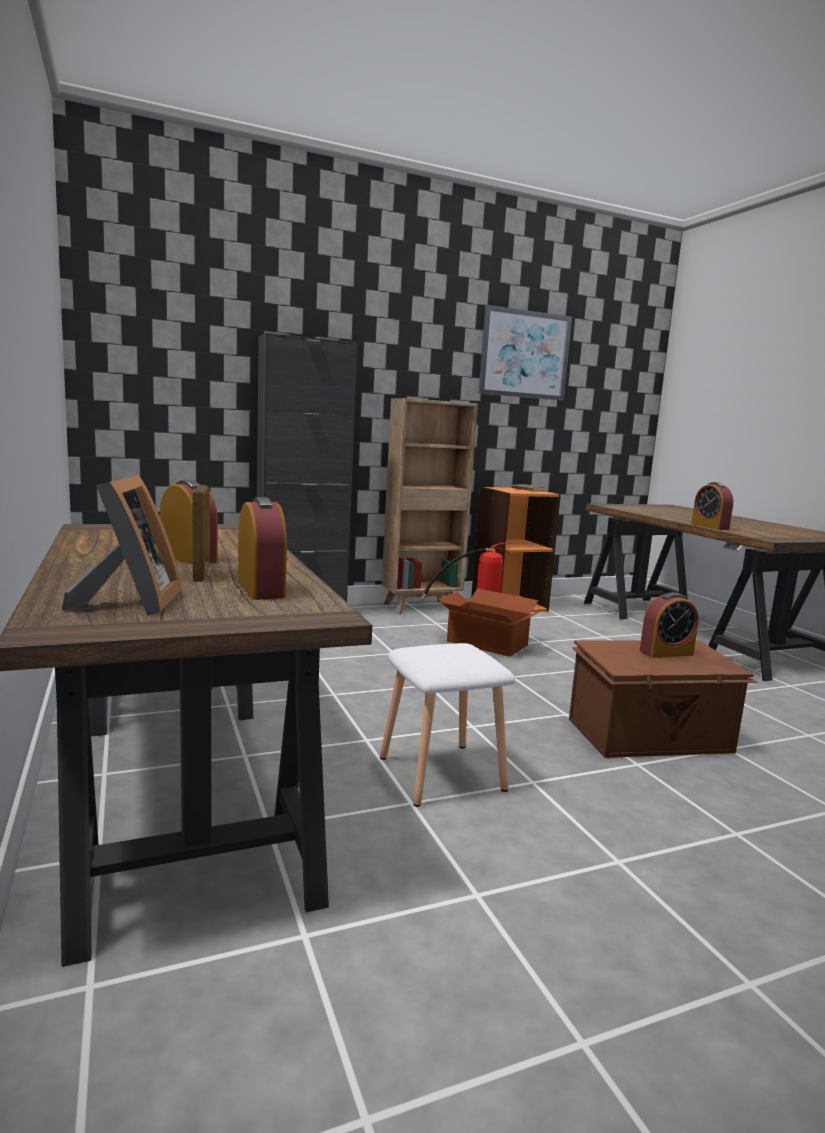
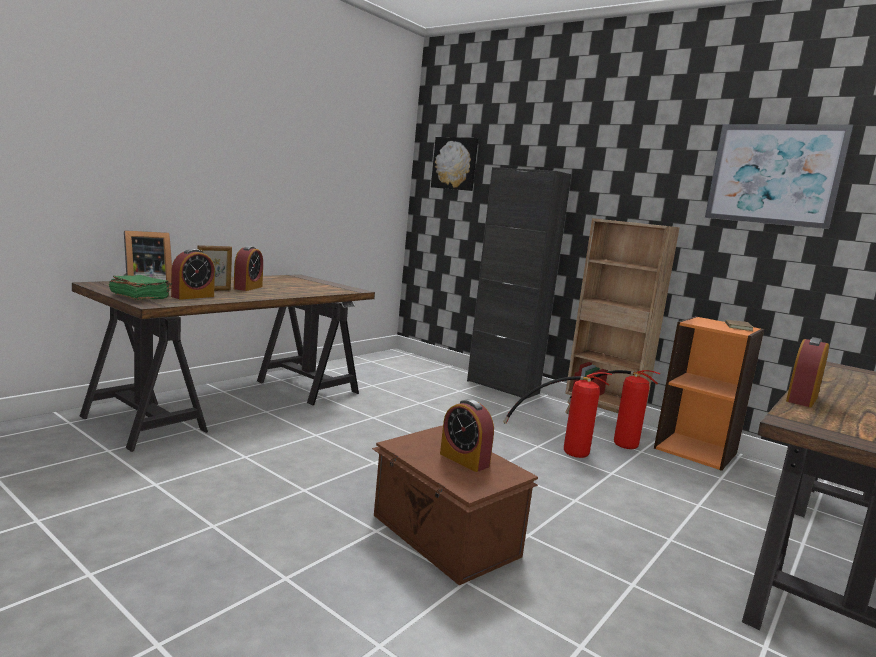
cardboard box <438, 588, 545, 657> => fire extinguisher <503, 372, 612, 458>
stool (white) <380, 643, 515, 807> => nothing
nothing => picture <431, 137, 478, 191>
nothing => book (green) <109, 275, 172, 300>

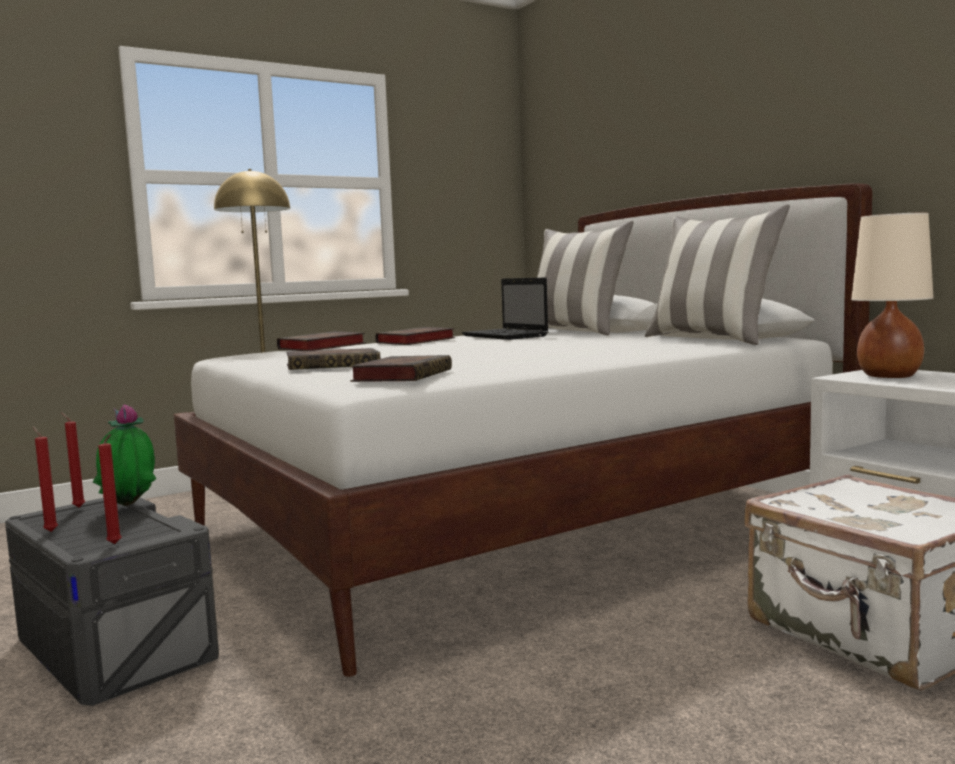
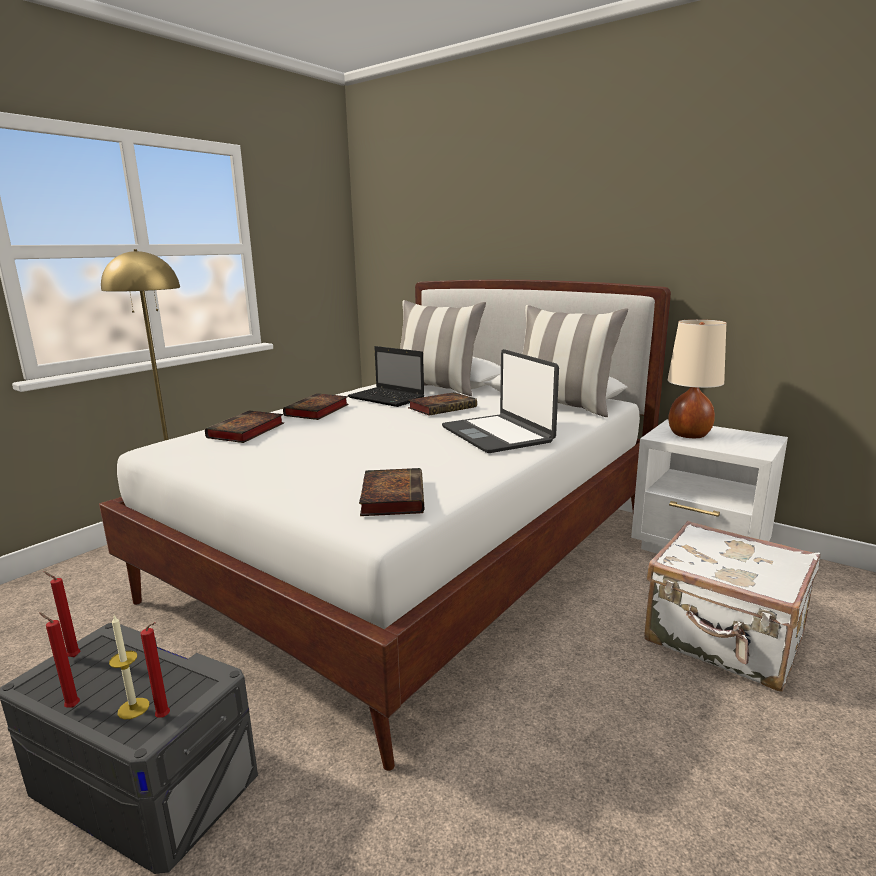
book <286, 348, 380, 370> => book <408, 392, 477, 416>, relocated
potted plant <93, 404, 156, 506> => nothing
nothing => laptop <442, 349, 559, 453>
nothing => candle <109, 616, 149, 719>

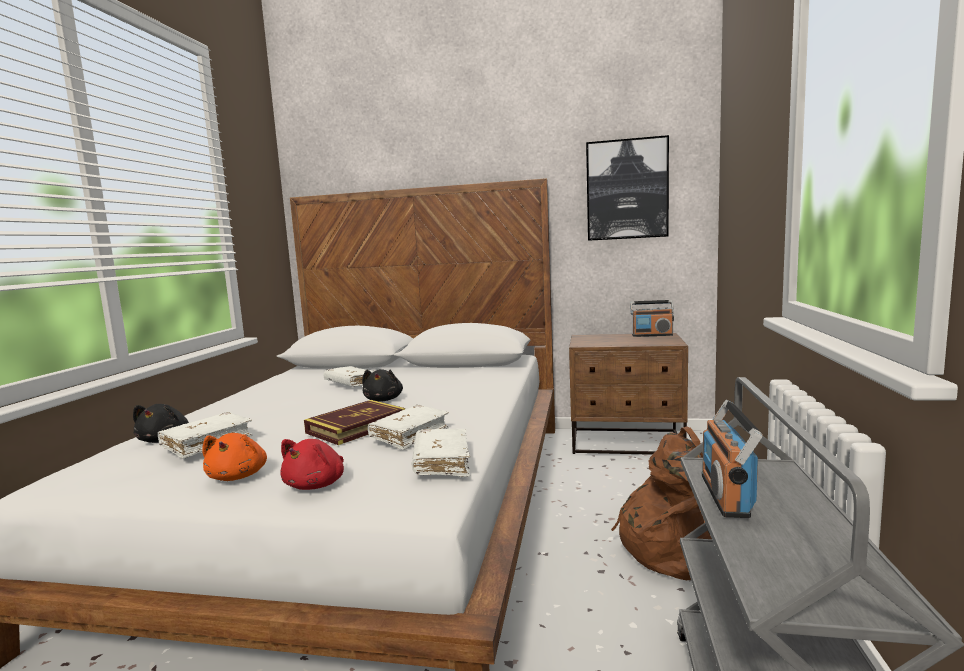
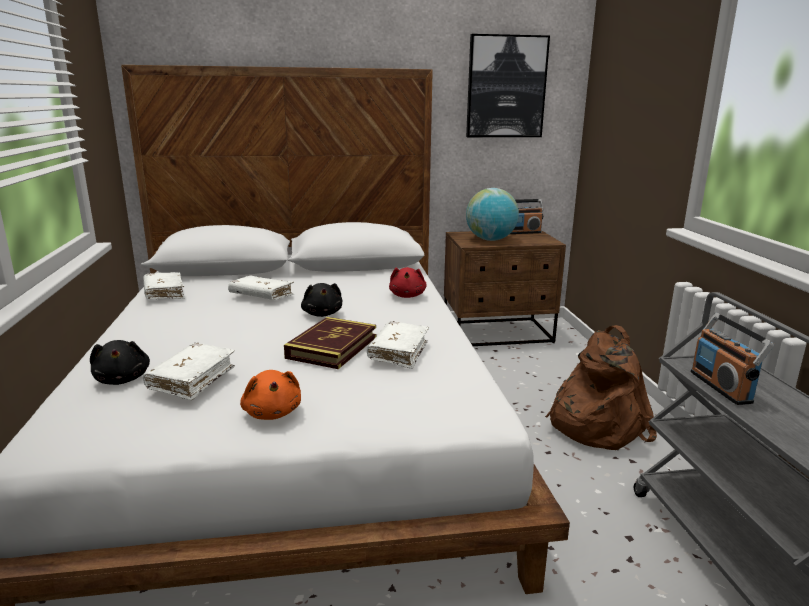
book (white) <412, 428, 470, 477> => book (white) <143, 272, 185, 299>, relocated
plush toy (red) <280, 439, 344, 490> => plush toy (red) <389, 267, 427, 298>, relocated
nothing => globe <466, 188, 519, 241>

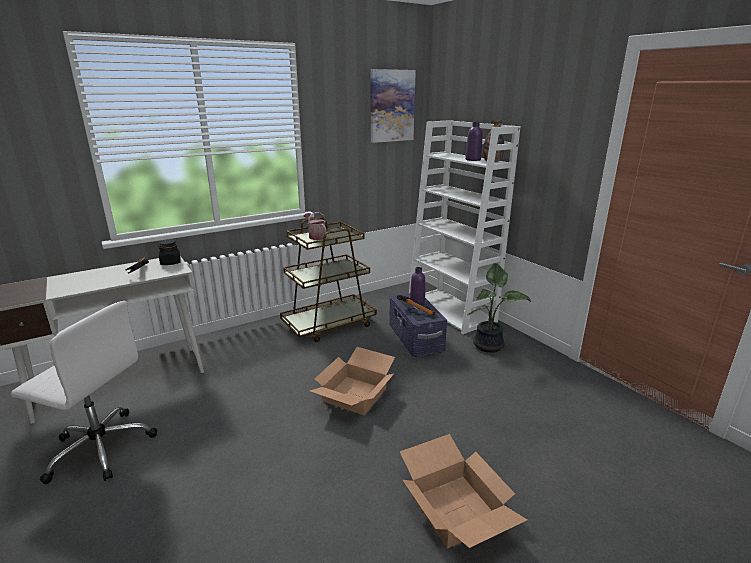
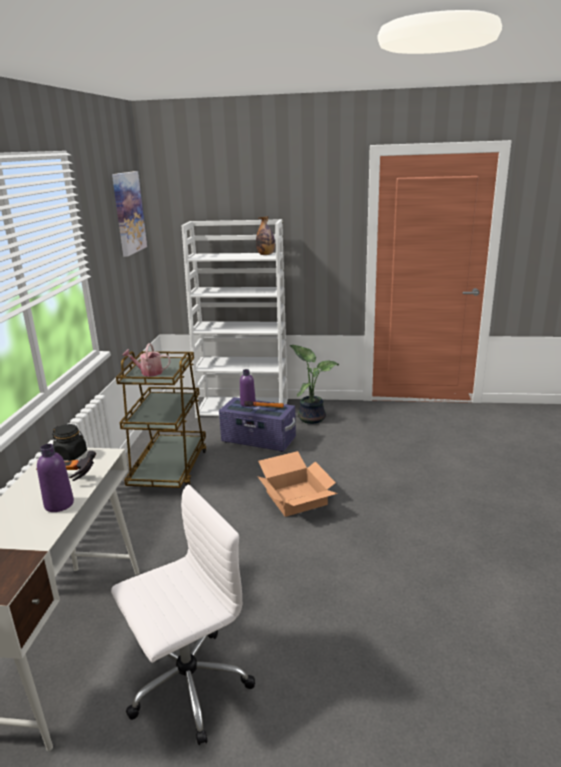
bottle (purple) <465, 121, 483, 161> => bottle (purple) <37, 444, 74, 512>, relocated
cardboard box <400, 434, 527, 548> => nothing

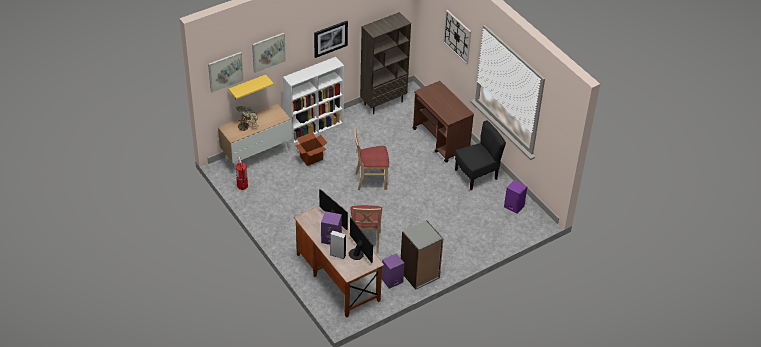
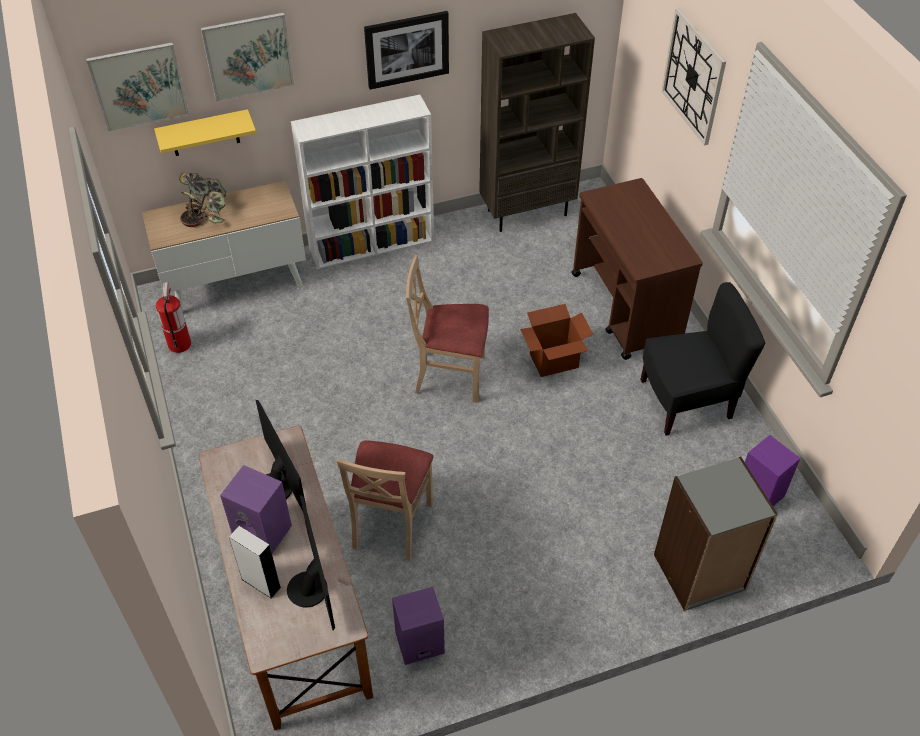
cardboard box <295, 132, 327, 166> => cardboard box <520, 304, 593, 377>, relocated
bookcase (grey) <401, 220, 444, 290> => bookcase (grey) <654, 457, 778, 611>, relocated

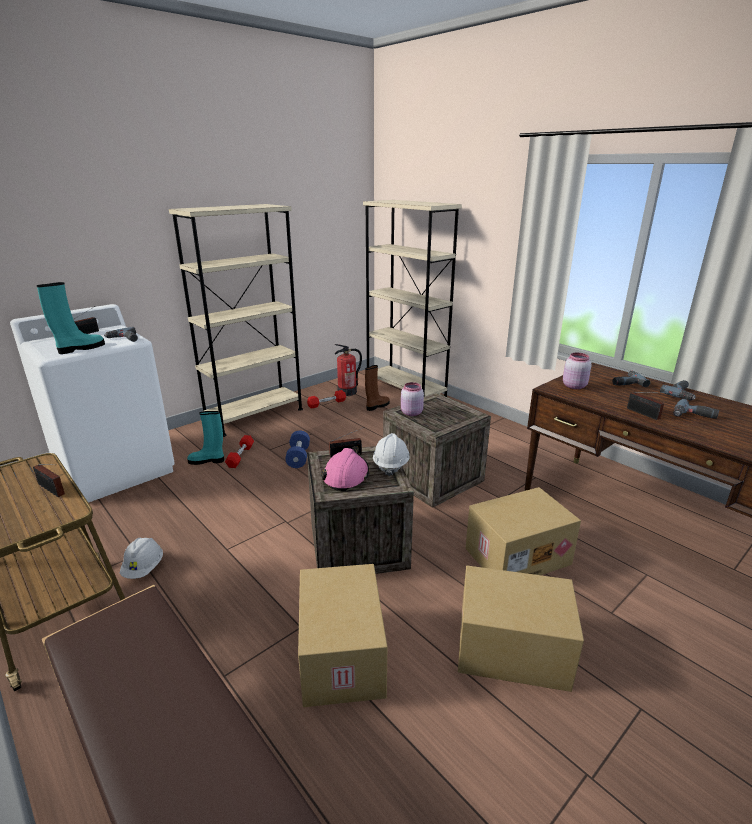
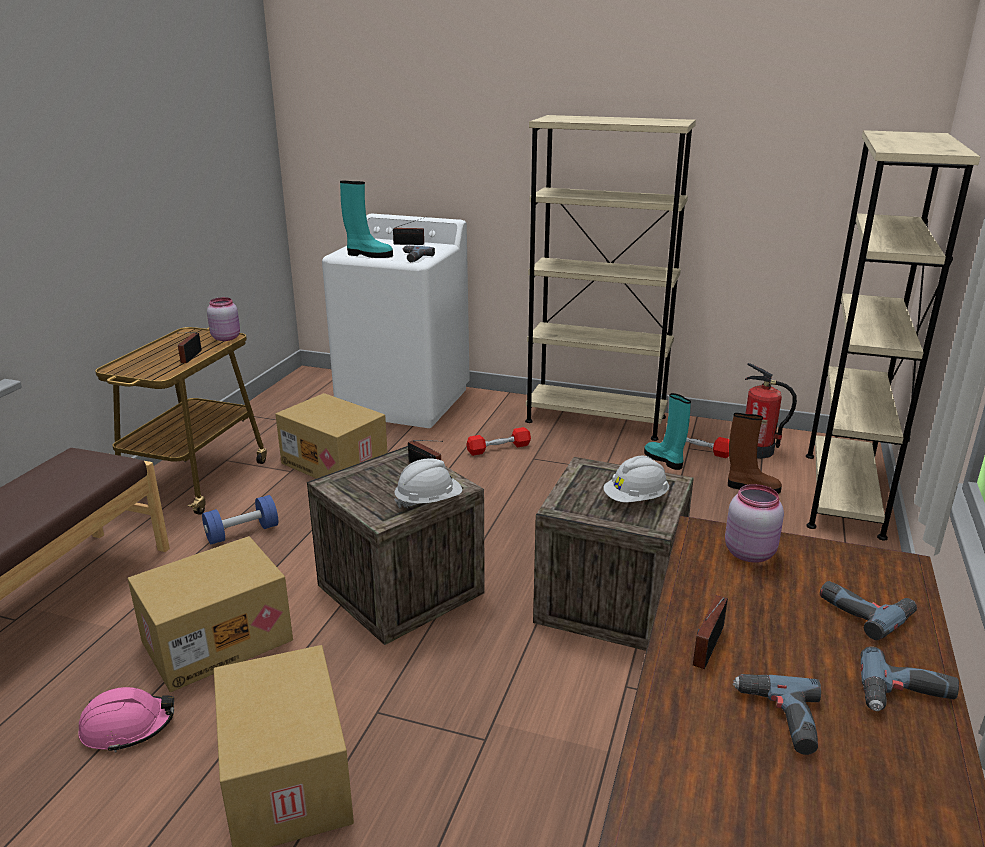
jar (pink) <401, 382, 424, 416> => jar (pink) <207, 297, 240, 341>, relocated
boot (turquoise) <187, 411, 224, 465> => boot (turquoise) <644, 393, 691, 470>, relocated
dumbbell (blue) <285, 430, 310, 468> => dumbbell (blue) <202, 495, 278, 544>, relocated
hard hat (pink) <321, 446, 369, 491> => hard hat (pink) <78, 687, 174, 752>, relocated
cardboard box <465, 487, 581, 575> => cardboard box <275, 393, 388, 479>, relocated
hard hat (white) <120, 538, 163, 579> => hard hat (white) <603, 455, 669, 503>, relocated

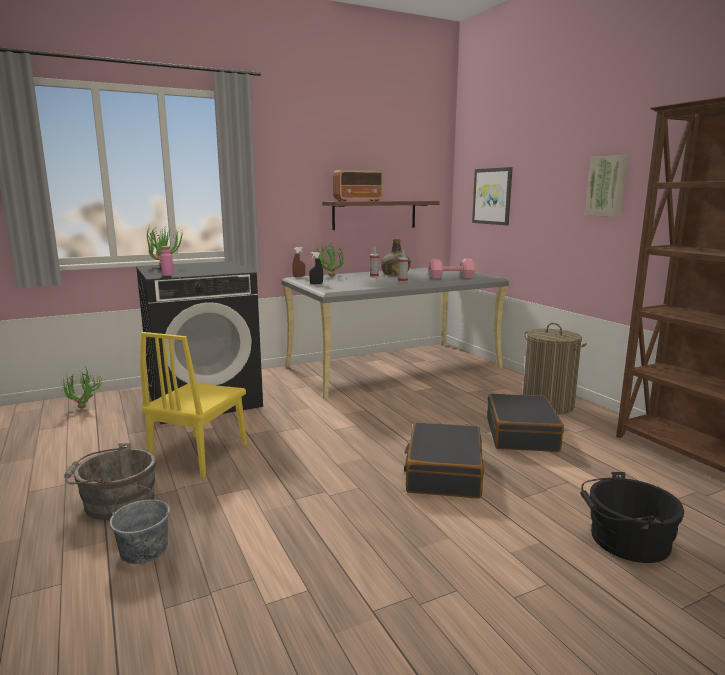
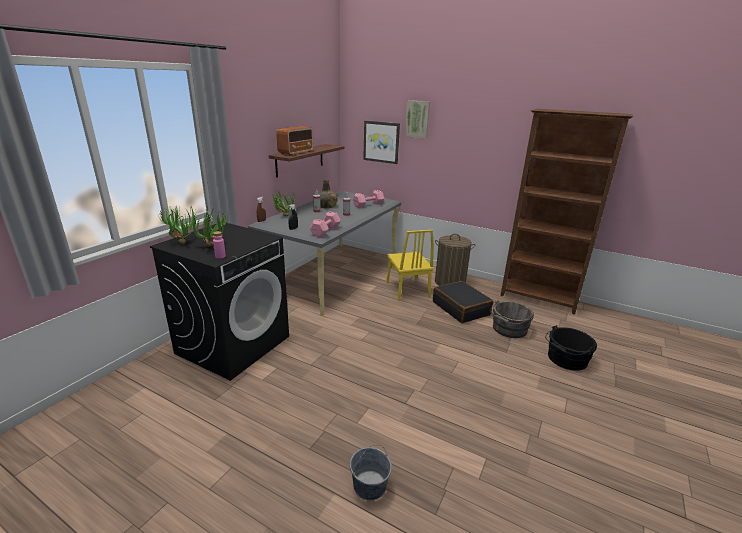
picture <585, 155, 628, 217> => picture <405, 100, 430, 139>, relocated
chair (yellow) <140, 332, 247, 478> => chair (yellow) <387, 230, 434, 301>, relocated
potted plant <61, 367, 103, 408> => potted plant <191, 206, 227, 247>, relocated
suitcase (black) <404, 422, 484, 499> => nothing
bucket (grey) <64, 443, 156, 520> => bucket (grey) <490, 300, 534, 338>, relocated
nothing => dumbbell (pink) <309, 211, 341, 237>

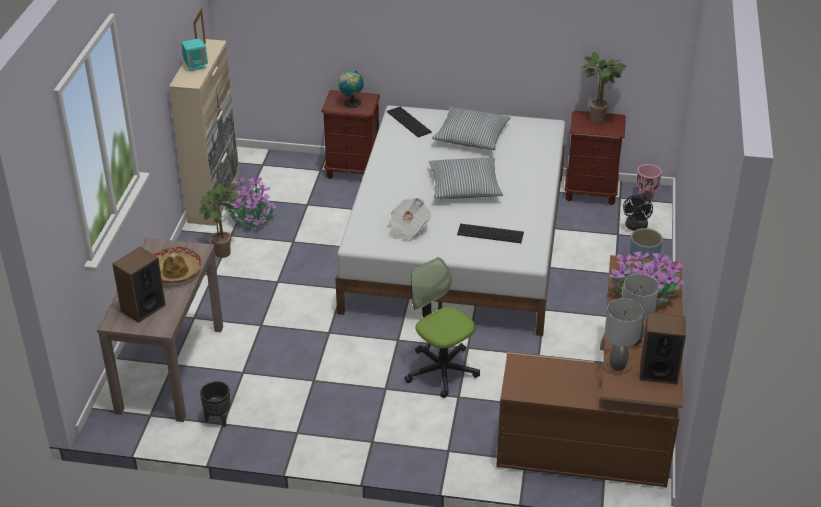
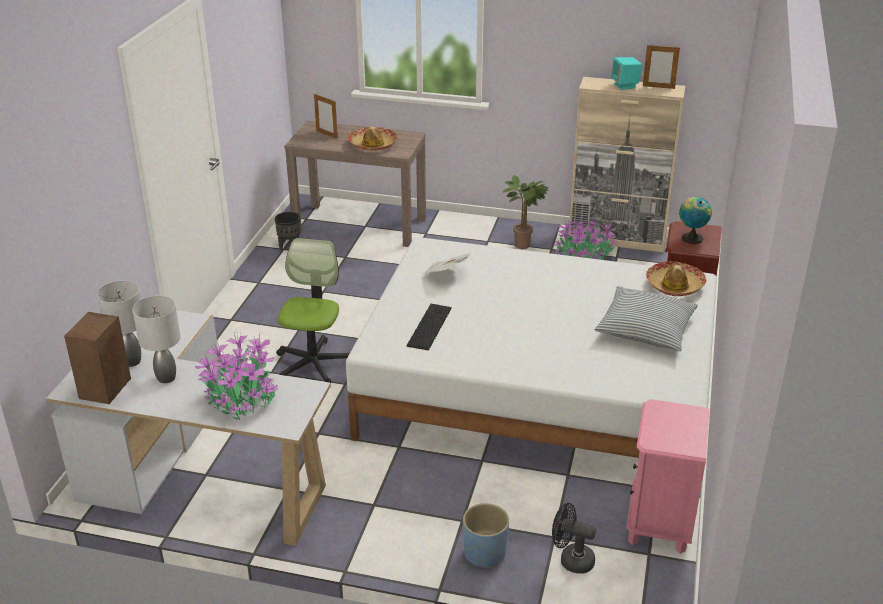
potted plant <581, 52, 627, 124> => nothing
keyboard <387, 107, 432, 138> => hat <646, 261, 706, 296>
nightstand (brown) <564, 111, 626, 205> => nightstand (pink) <626, 399, 710, 554>
pillow <429, 158, 503, 199> => nothing
planter (pink) <637, 164, 662, 199> => nothing
speaker <112, 247, 166, 323> => picture frame <314, 94, 338, 139>
desk (brown) <496, 255, 683, 488> => desk (white) <46, 310, 331, 546>
office chair <404, 257, 480, 398> => office chair <276, 238, 350, 383>, 45 degrees counterclockwise

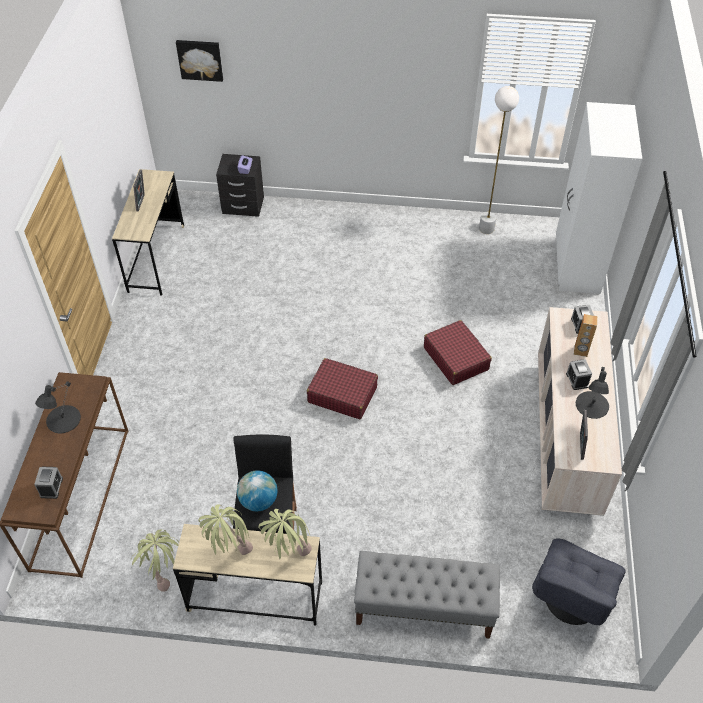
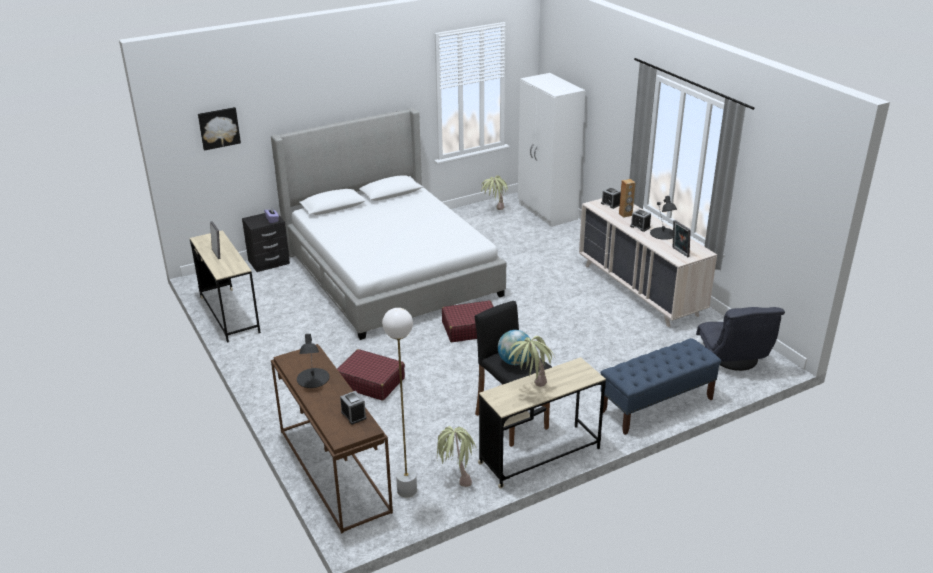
floor lamp (white) <479, 86, 519, 234> => floor lamp (white) <382, 308, 417, 497>, relocated
suitcase (red) <424, 320, 492, 385> => suitcase (red) <337, 349, 405, 401>, relocated
potted plant <258, 509, 312, 559> => potted plant <481, 175, 510, 210>, relocated
bench (grey) <354, 551, 500, 639> => bench (blue) <600, 338, 721, 435>
nothing => bed <271, 108, 506, 340>

